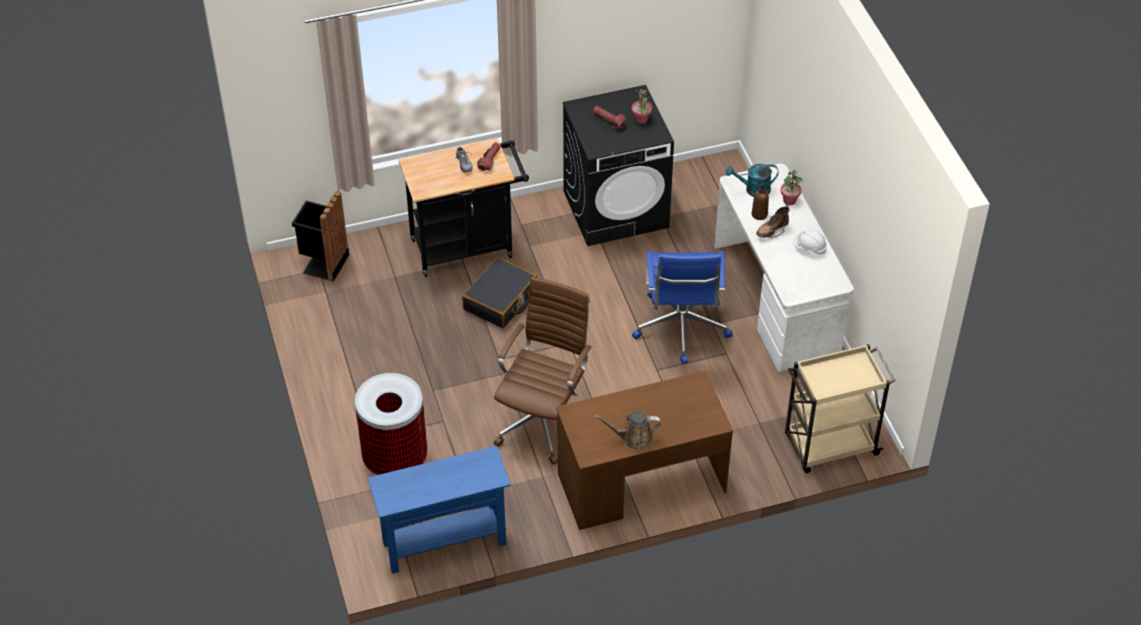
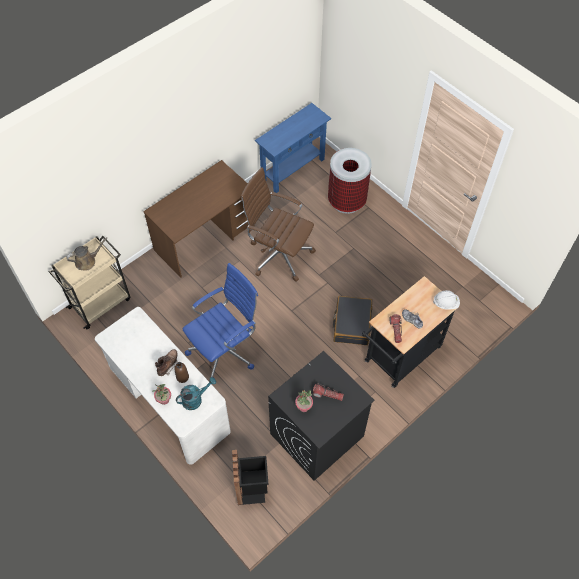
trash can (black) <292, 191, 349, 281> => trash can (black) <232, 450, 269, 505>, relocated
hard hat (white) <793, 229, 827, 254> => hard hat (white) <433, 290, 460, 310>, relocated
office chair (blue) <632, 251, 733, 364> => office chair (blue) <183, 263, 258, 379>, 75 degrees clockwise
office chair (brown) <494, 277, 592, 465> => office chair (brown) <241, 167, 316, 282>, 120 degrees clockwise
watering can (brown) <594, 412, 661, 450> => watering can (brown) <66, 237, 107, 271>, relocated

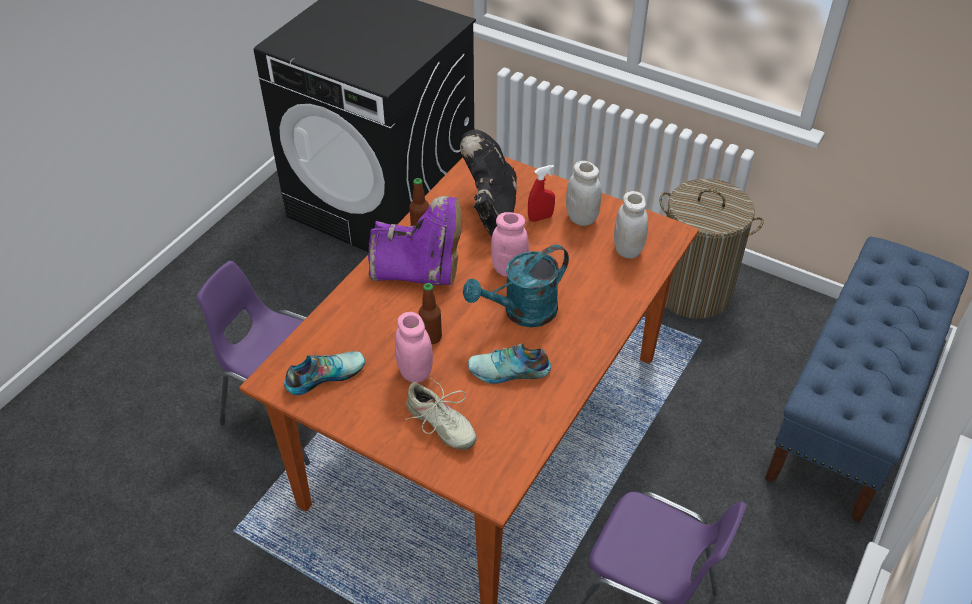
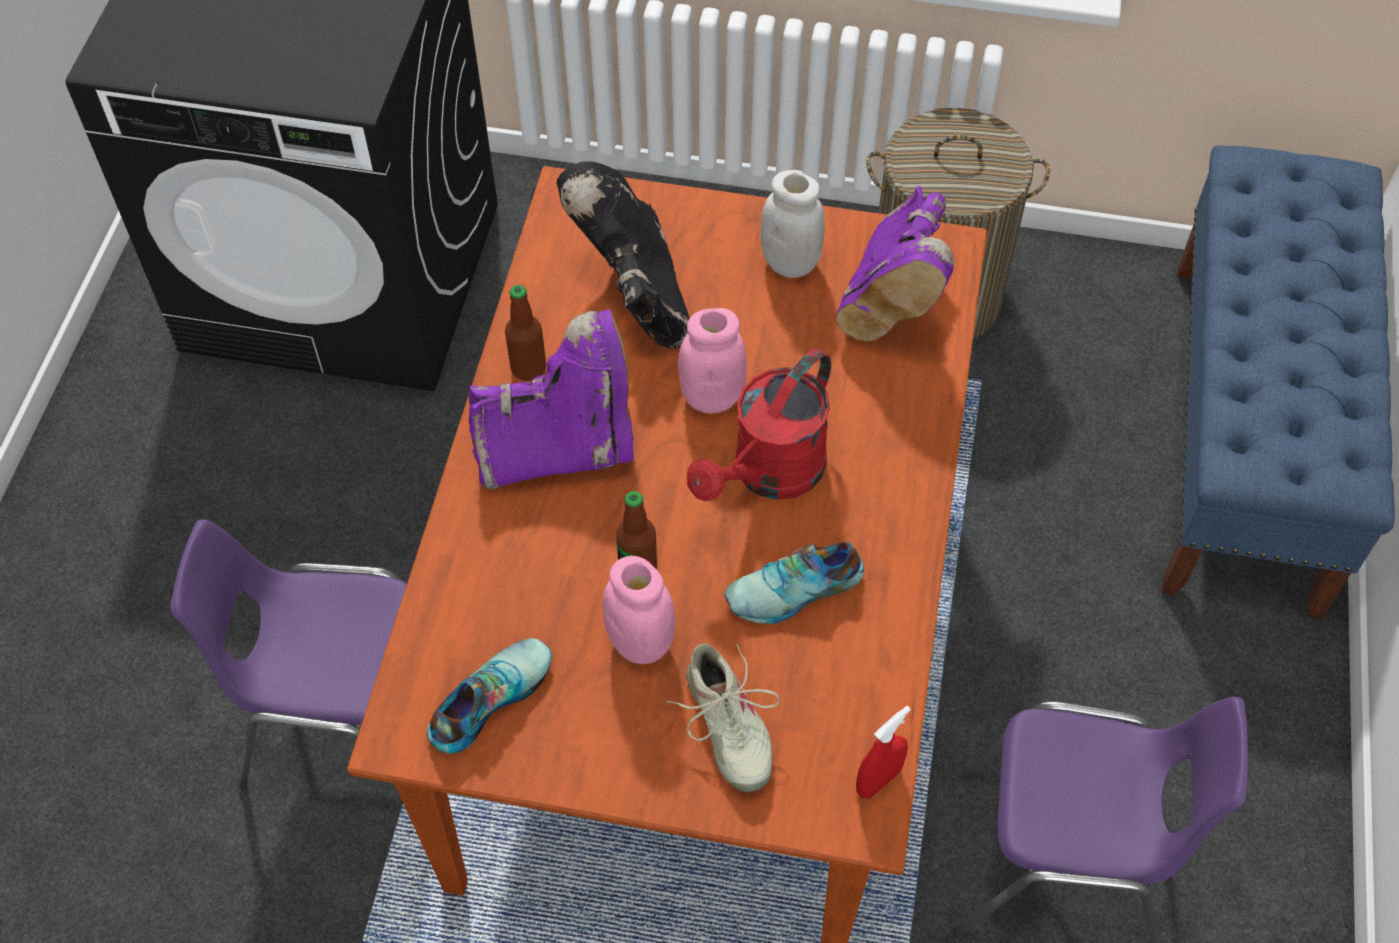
spray bottle (red) <528, 165, 555, 222> => spray bottle (red) <856, 706, 911, 799>, relocated
jar (white) <614, 191, 648, 259> => boot (purple) <836, 186, 954, 341>
watering can (turquoise) <463, 245, 569, 327> => watering can (red) <687, 349, 831, 501>
shoe (beige) <405, 377, 477, 450> => shoe (beige) <666, 643, 780, 792>, 45 degrees clockwise

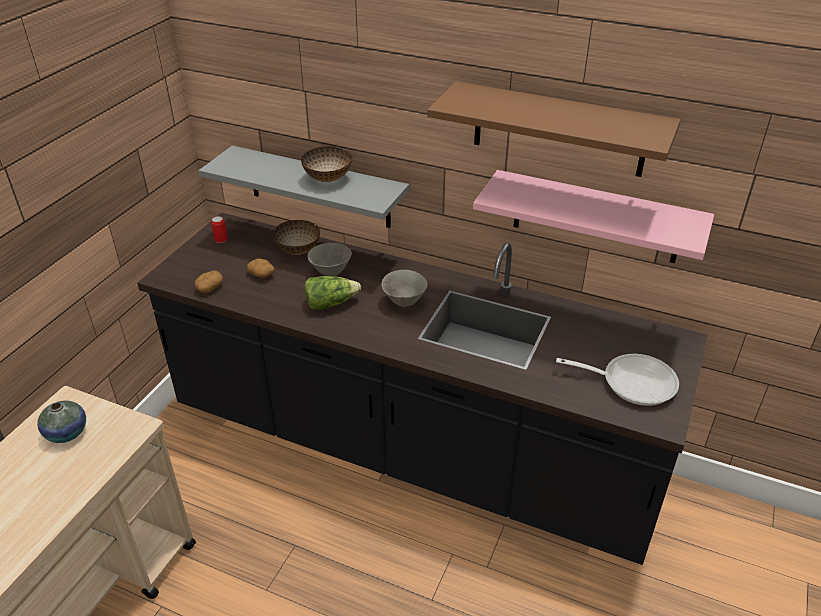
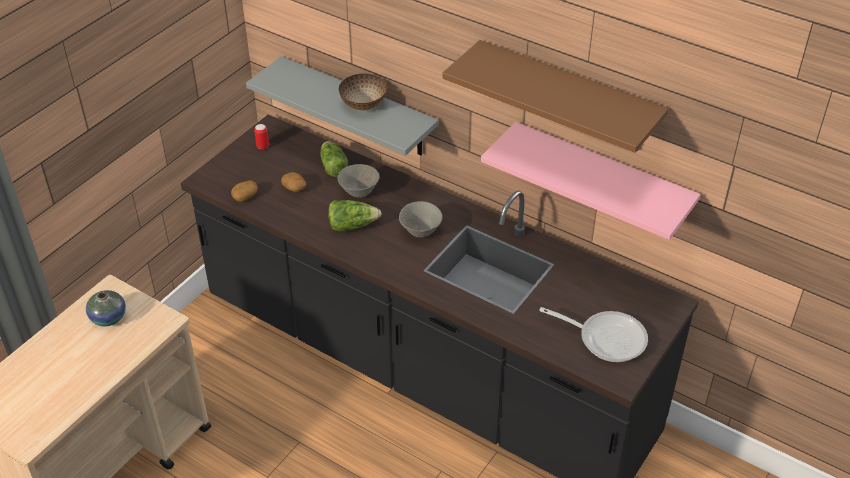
bowl <273, 220, 320, 255> => lettuce <320, 141, 348, 177>

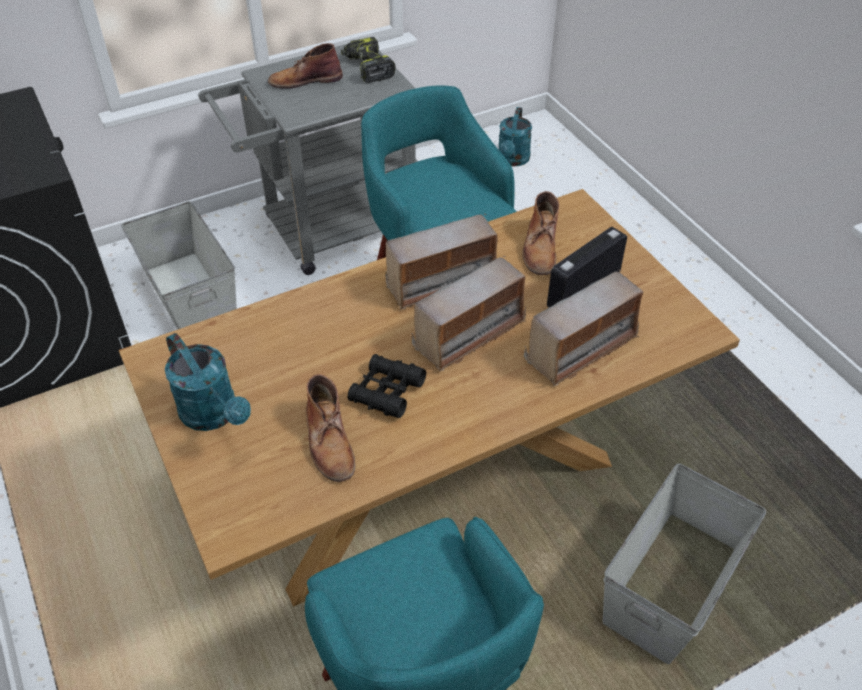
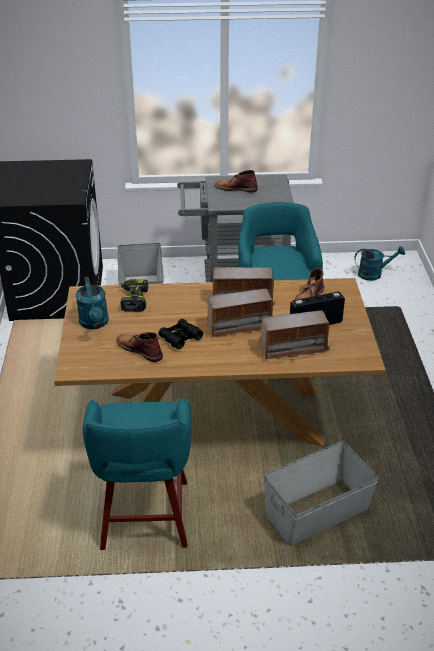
power drill <341, 37, 396, 83> => power drill <120, 279, 148, 312>, relocated
watering can (turquoise) <498, 107, 532, 166> => watering can (turquoise) <354, 246, 405, 281>, 135 degrees counterclockwise
boot (brown) <306, 374, 355, 482> => boot (brown) <116, 332, 163, 362>, 120 degrees clockwise

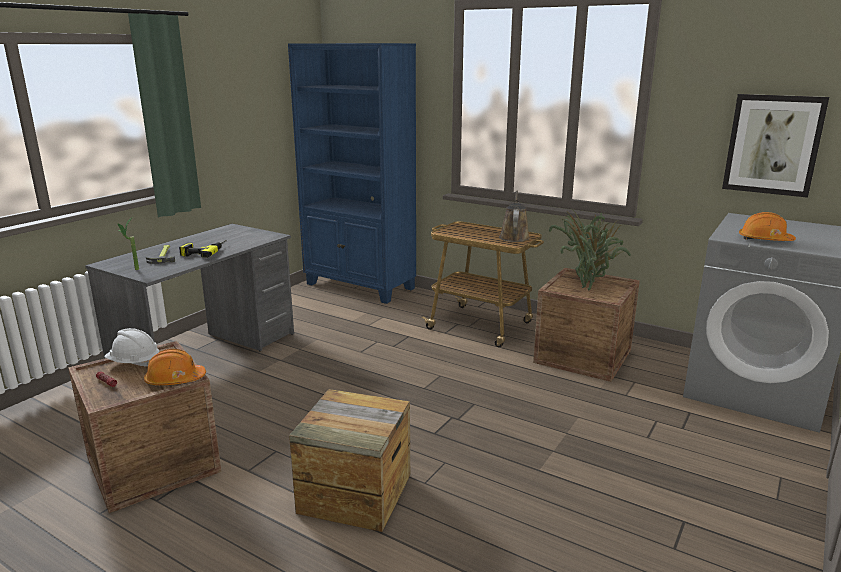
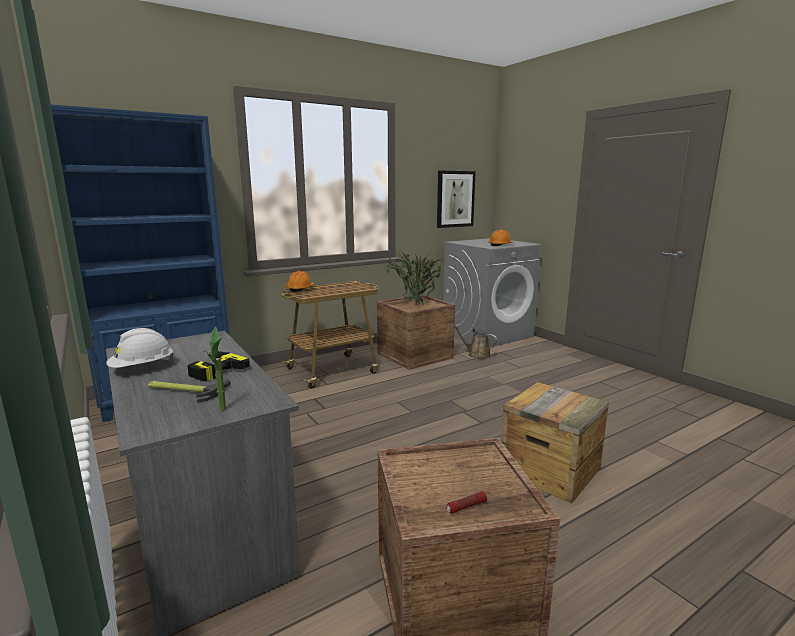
watering can (brown) <499, 190, 530, 242> => watering can (brown) <455, 325, 497, 359>, relocated
hard hat (white) <105, 328, 159, 367> => hard hat (white) <106, 328, 174, 368>, relocated
hard hat (orange) <144, 349, 206, 385> => hard hat (orange) <286, 271, 314, 292>, relocated

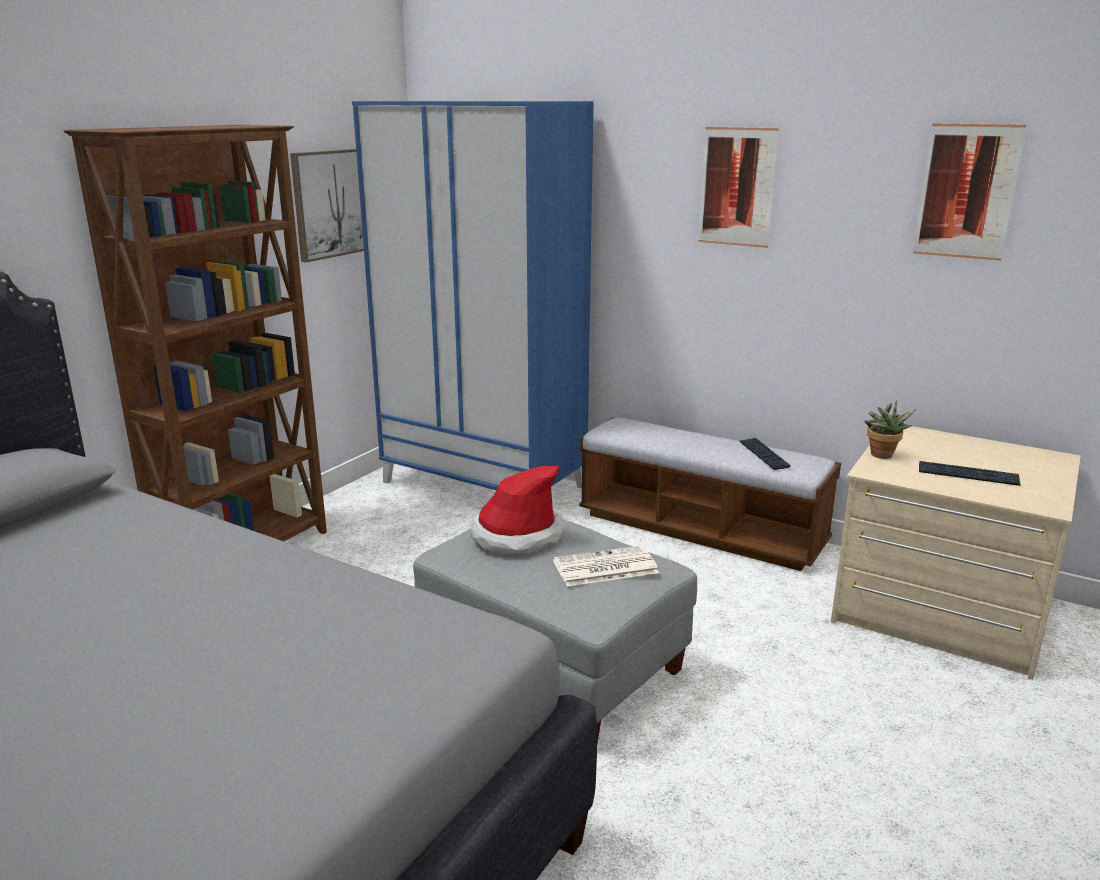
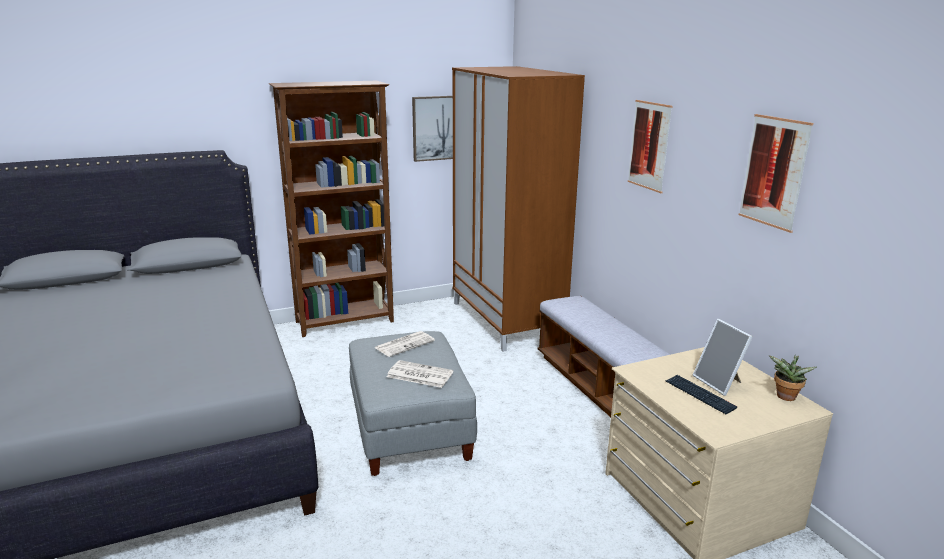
wardrobe (blue) <352, 101, 594, 490> => wardrobe (brown) <452, 66, 585, 352>
potted plant <865, 400, 916, 459> => potted plant <769, 355, 817, 401>, relocated
keyboard <739, 438, 791, 470> => nothing
hat <471, 466, 563, 555> => newspaper <374, 331, 435, 357>
nothing => picture frame <693, 319, 753, 396>

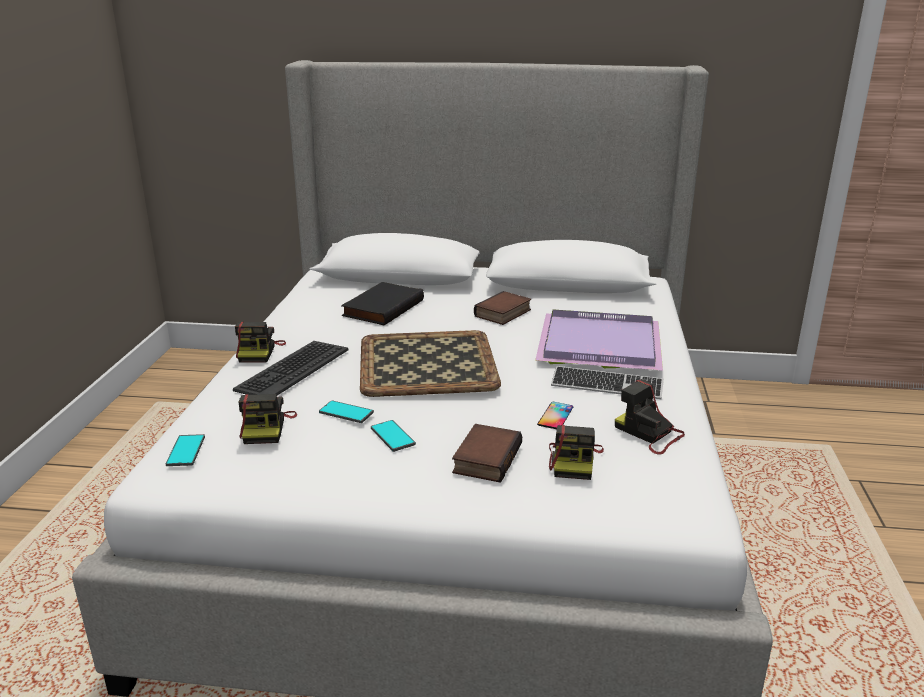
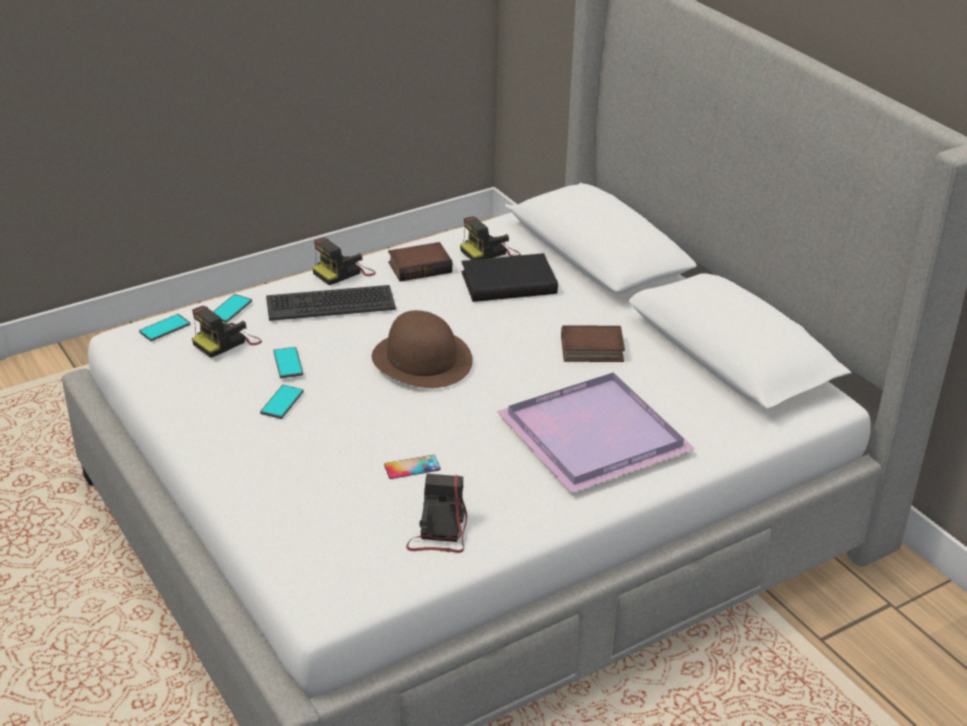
tray <360, 330, 501, 397> => hat (brown) <372, 310, 473, 388>
keyboard <551, 366, 664, 399> => nothing
book <452, 424, 522, 483> => book <388, 242, 453, 282>, relocated
photo camera <549, 425, 604, 480> => photo camera <460, 216, 521, 260>, relocated
nothing => phone <213, 294, 252, 323>

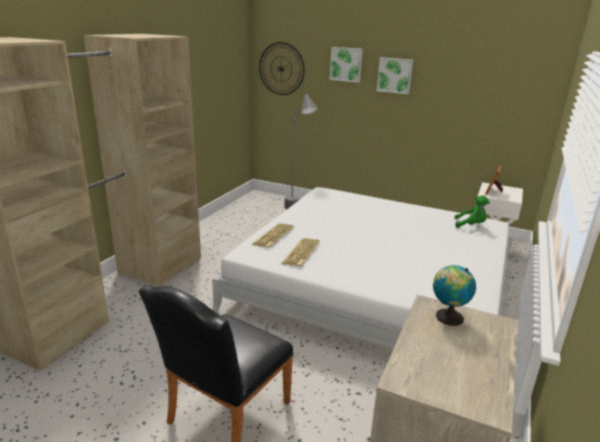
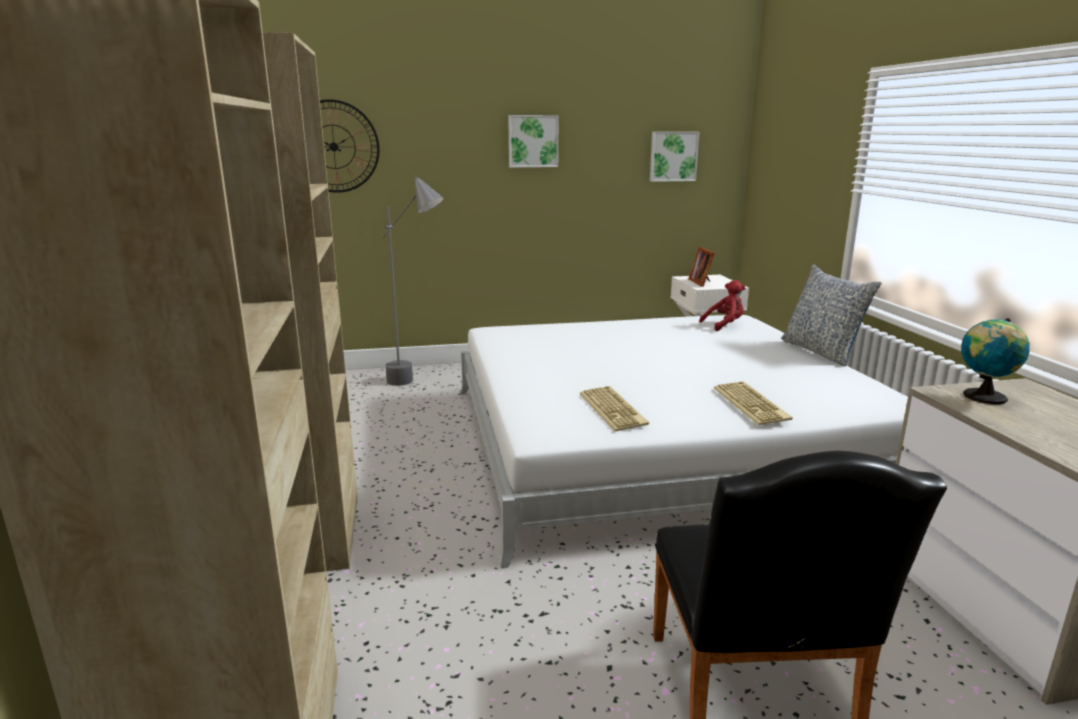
picture <330, 47, 363, 83> => picture <650, 132, 699, 182>, relocated
plush toy (green) <455, 195, 490, 228> => plush toy (red) <699, 280, 746, 331>
keyboard <252, 223, 294, 247> => keyboard <714, 381, 793, 425>, relocated
nothing => pillow <781, 265, 882, 366>

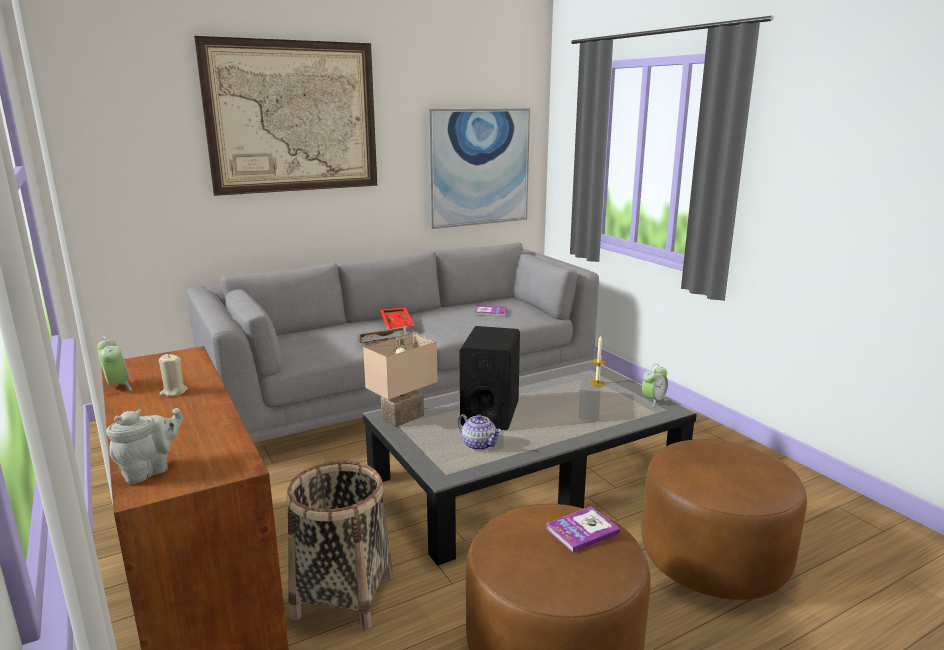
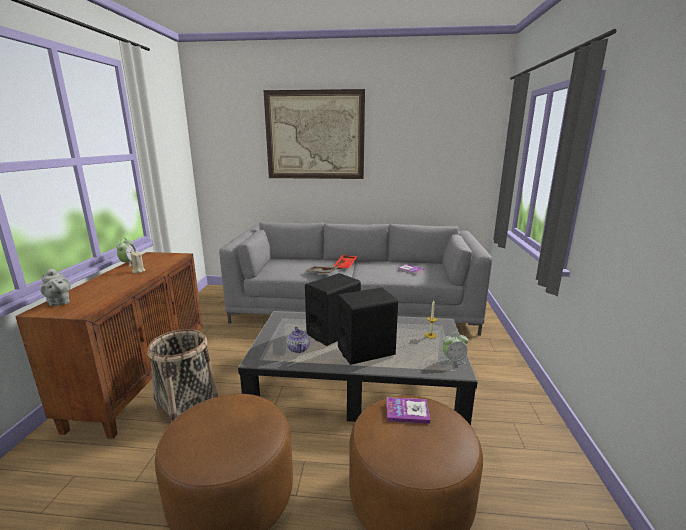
picture <427, 108, 530, 229> => nothing
table lamp (beige) <363, 332, 437, 427> => nothing
teapot (grey) <106, 408, 183, 483> => teapot (grey) <40, 268, 71, 306>, 60 degrees clockwise
book <546, 507, 620, 553> => book <386, 397, 430, 424>, relocated
nothing => speaker (black) <337, 288, 398, 365>

